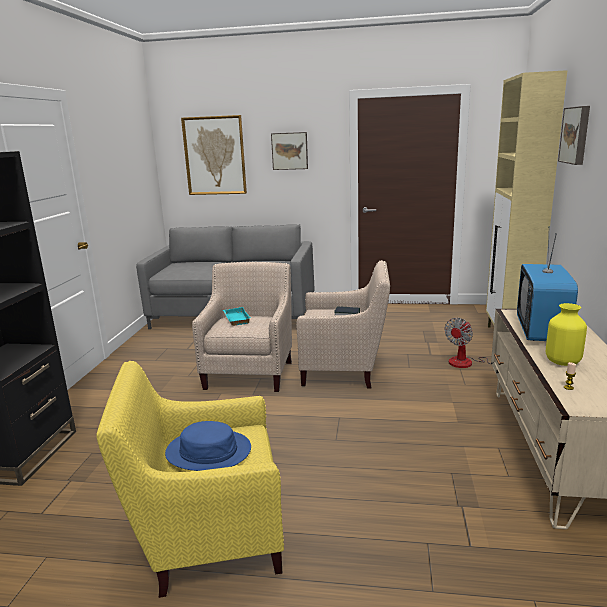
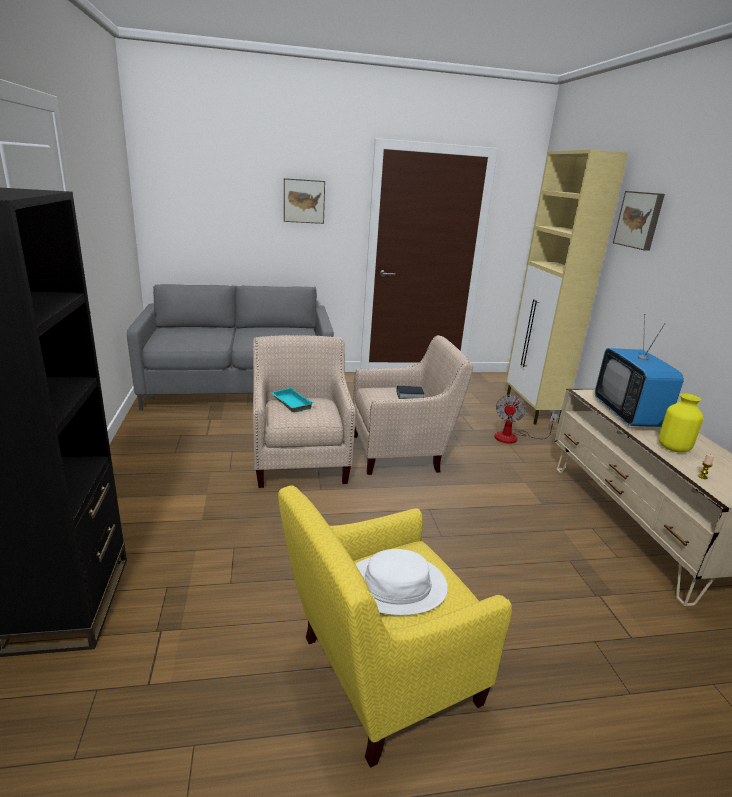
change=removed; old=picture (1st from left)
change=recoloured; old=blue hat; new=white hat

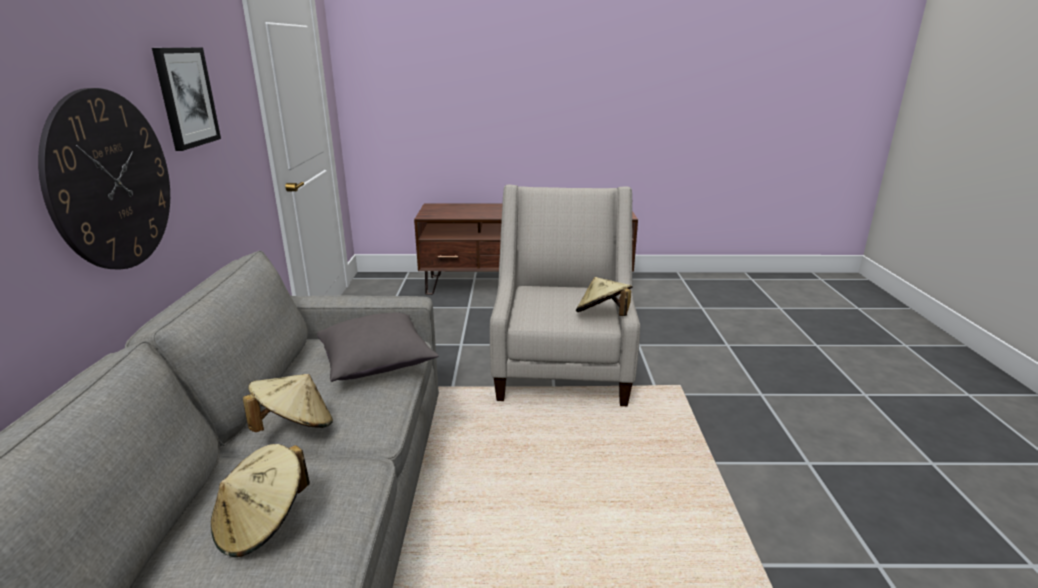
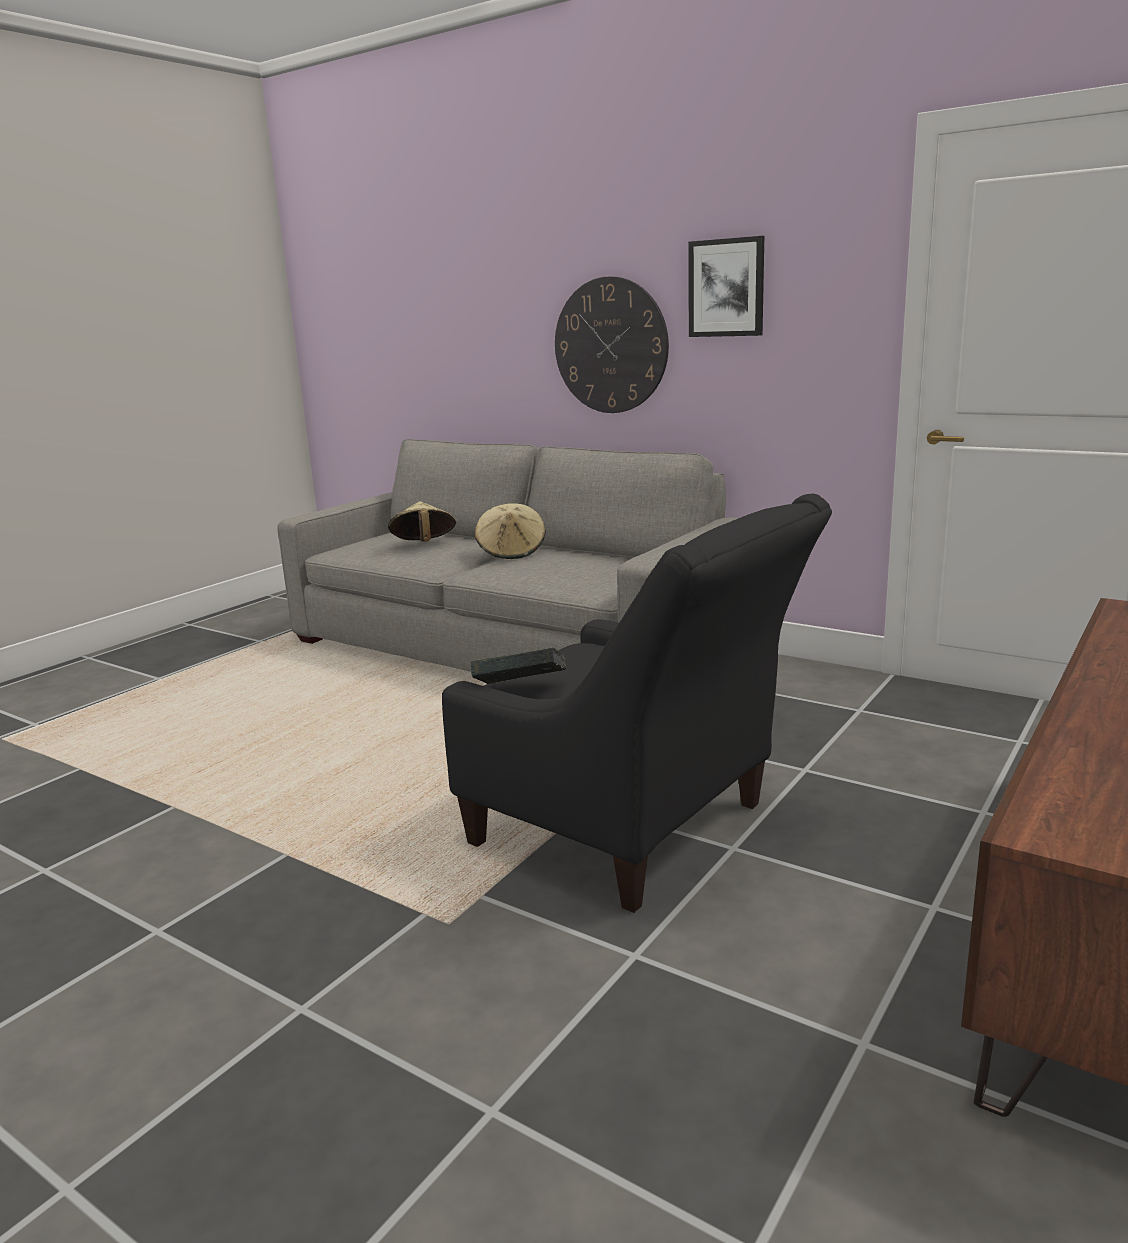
change=removed; old=grey pillow
change=replaced; old=beige hat (3rd from left); new=book
change=recoloured; old=beige armchair; new=black armchair

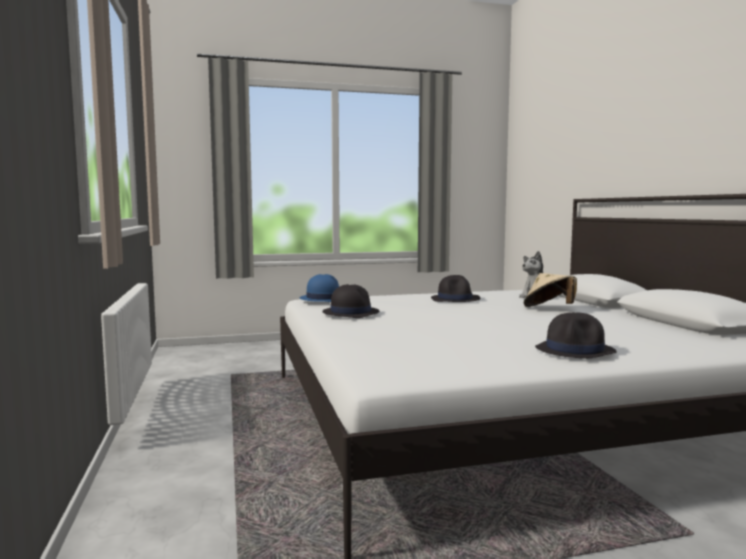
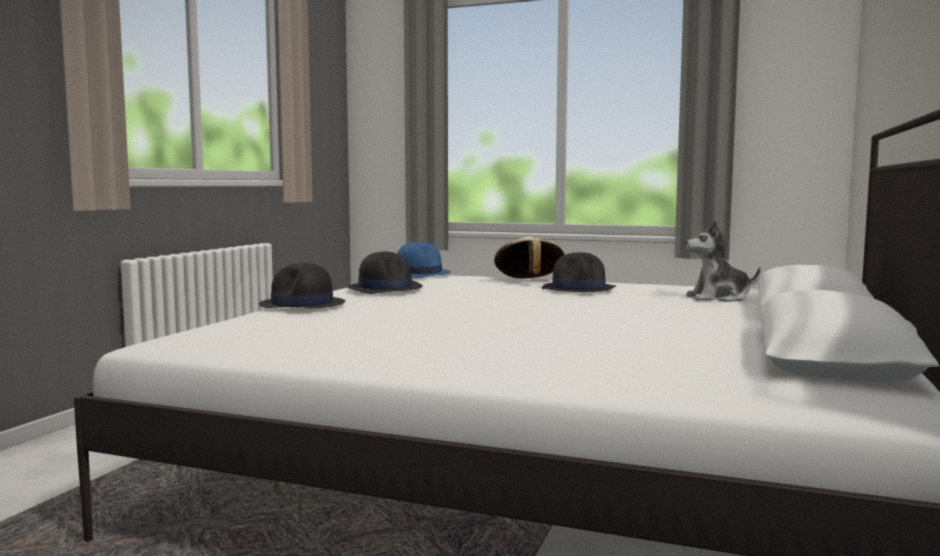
change=moved; old=beige hat
change=moved; old=black hat (3rd from left in the first image); new=black hat (1st from left)

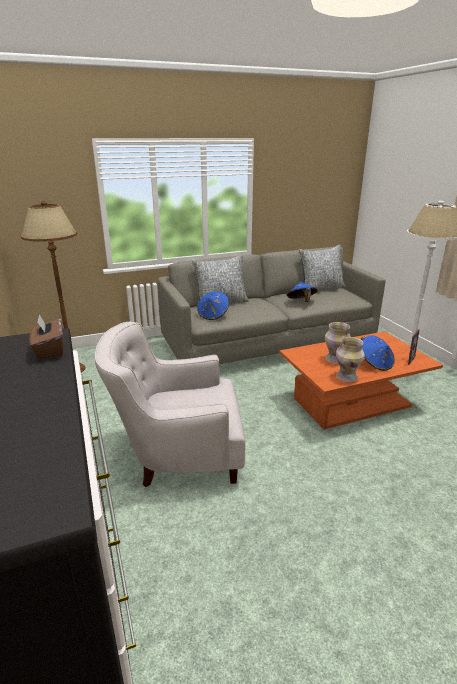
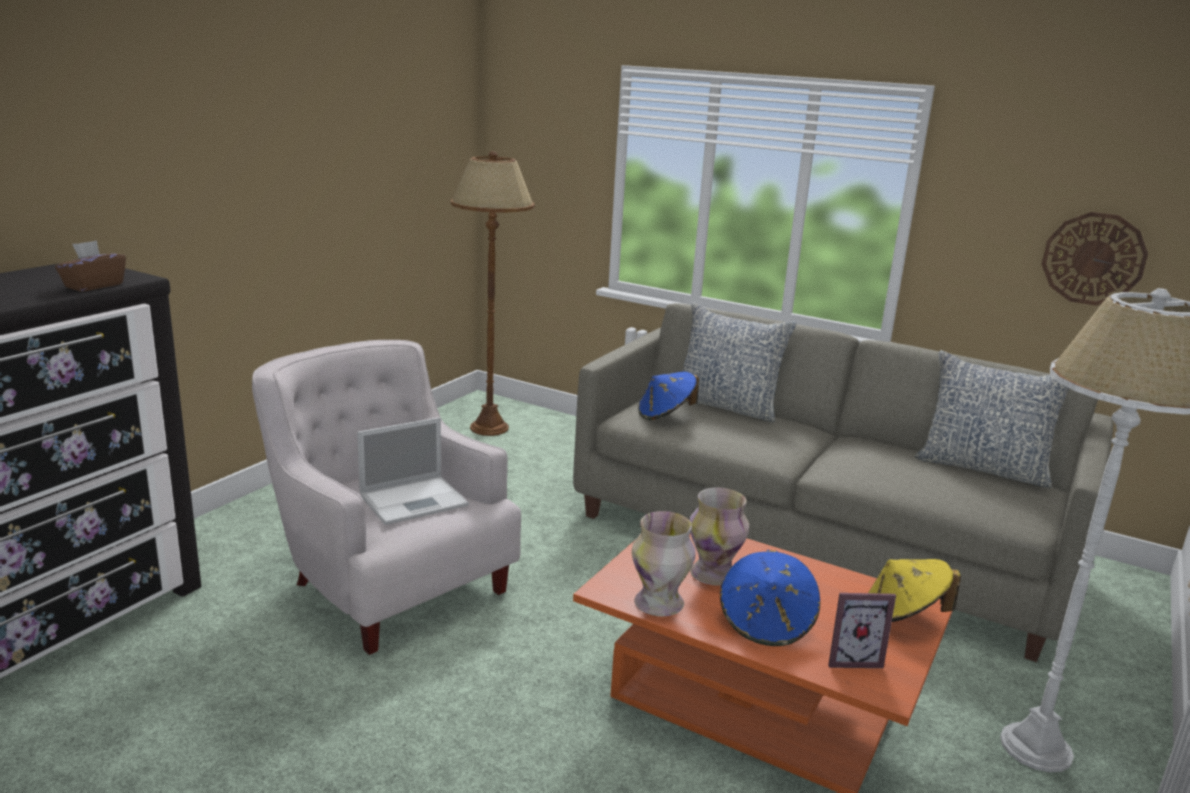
change=removed; old=blue hat (2nd from left)
change=added; new=laptop
change=added; new=yellow hat
change=added; new=wall clock

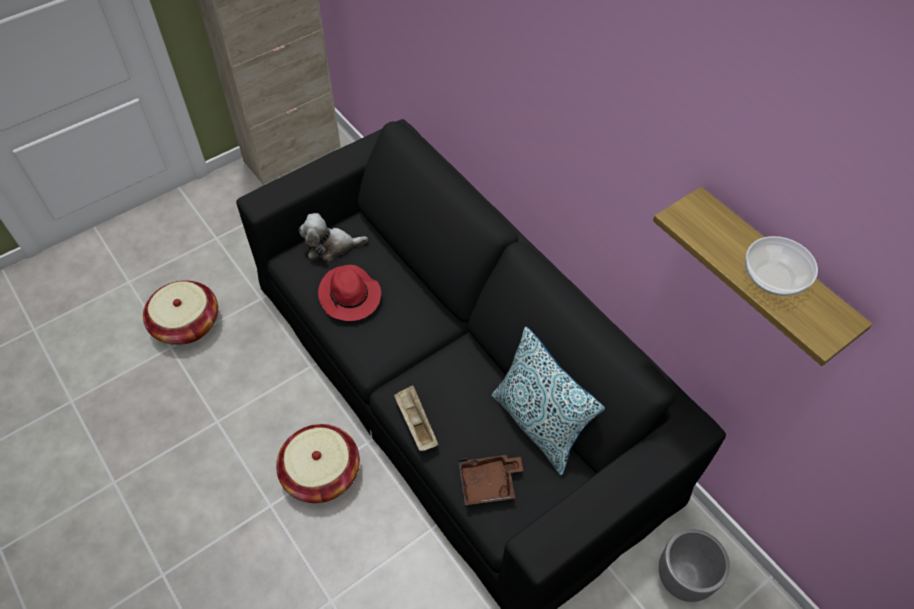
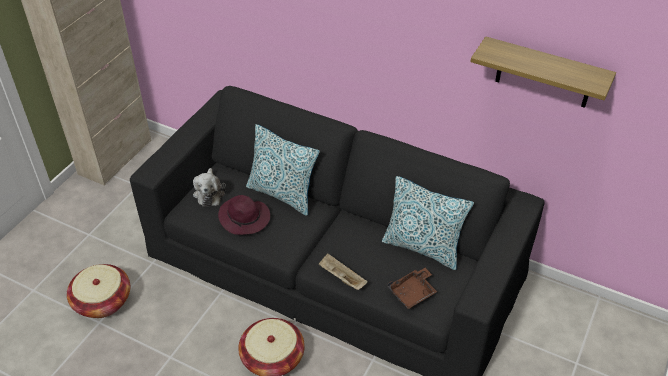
change=removed; old=grey planter
change=removed; old=bowl
change=added; new=pillow (1st from left)
change=recoloured; old=red hat; new=purple hat
change=turned; old=plush toy; degrees=-60

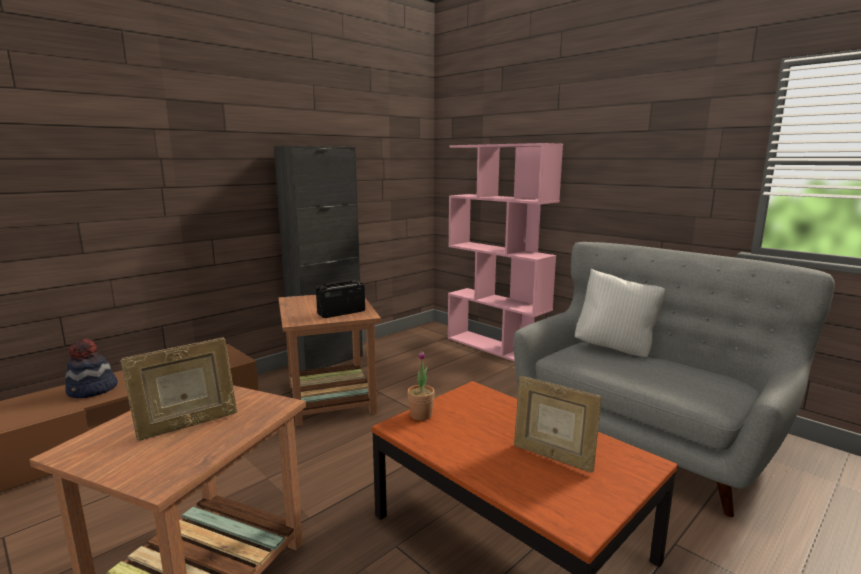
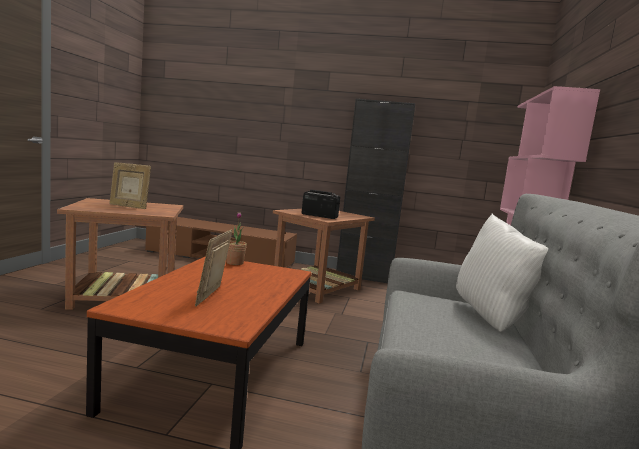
change=removed; old=hat

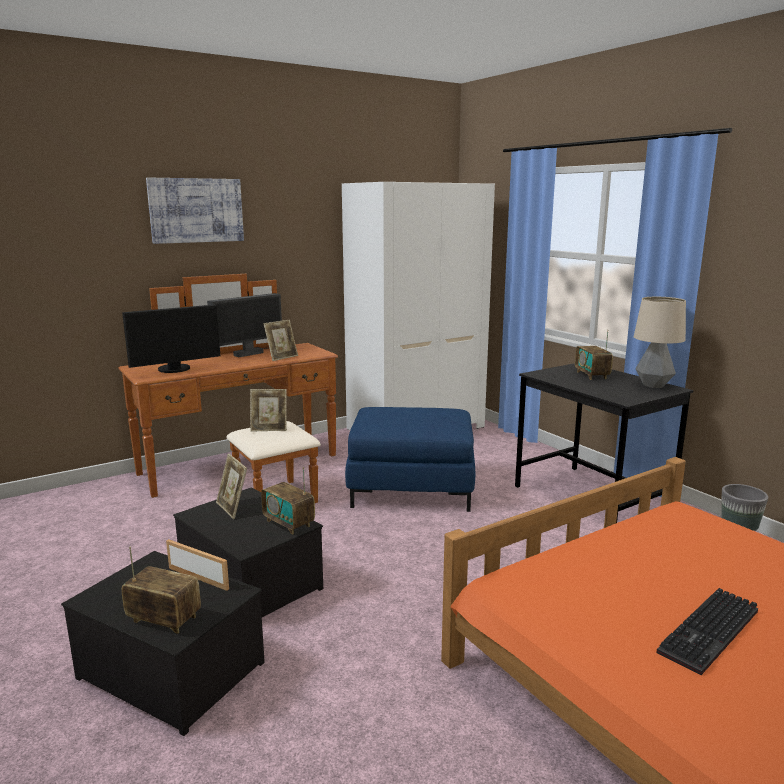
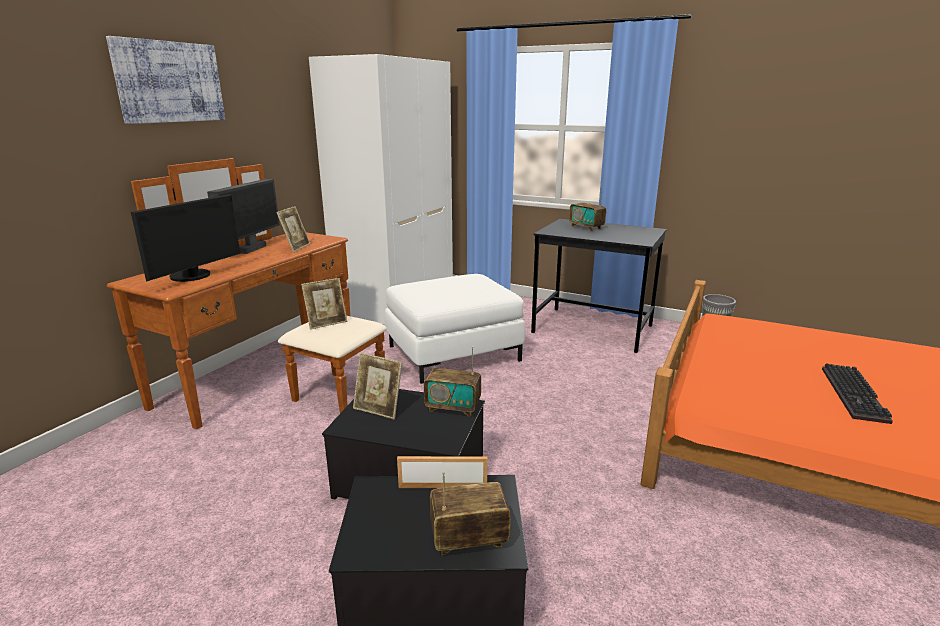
change=removed; old=table lamp
change=recoloured; old=blue ottoman; new=white ottoman

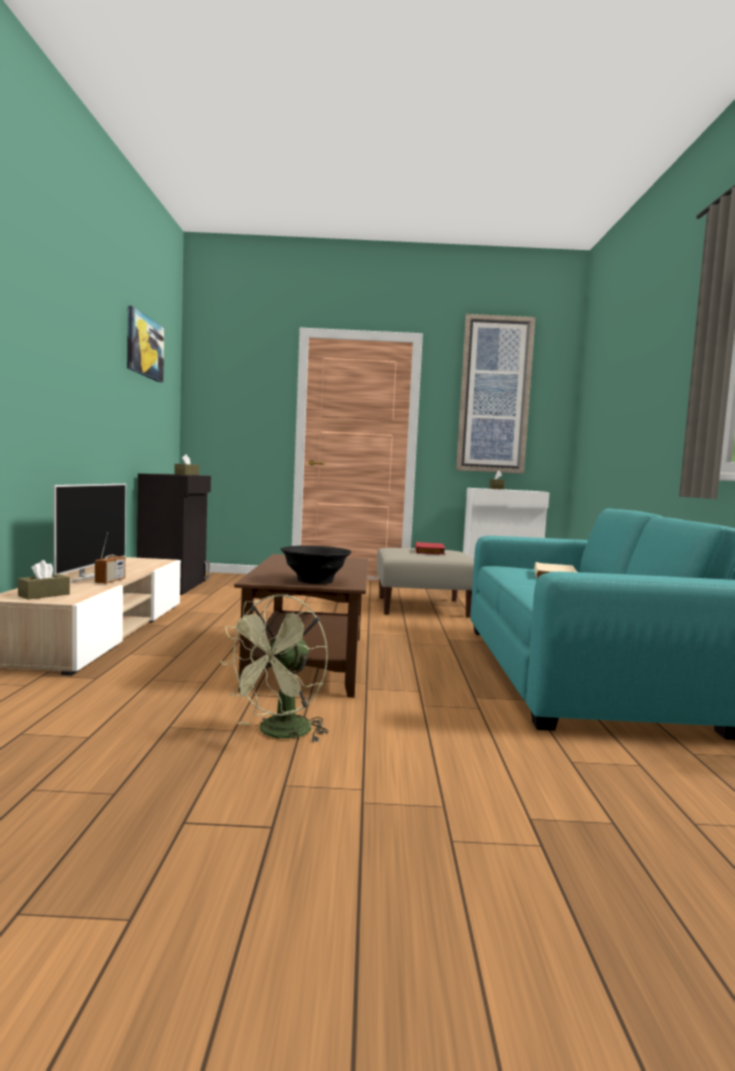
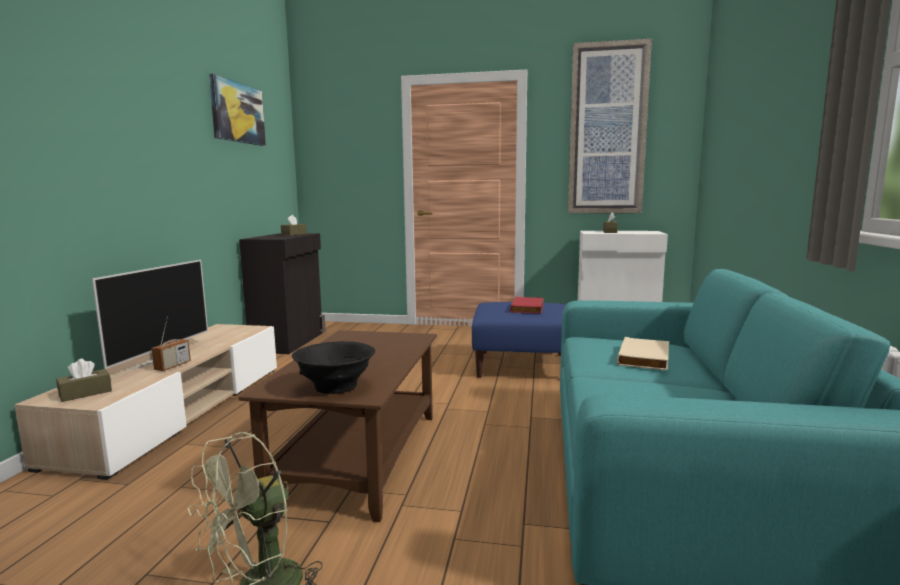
change=recoloured; old=beige ottoman; new=blue ottoman

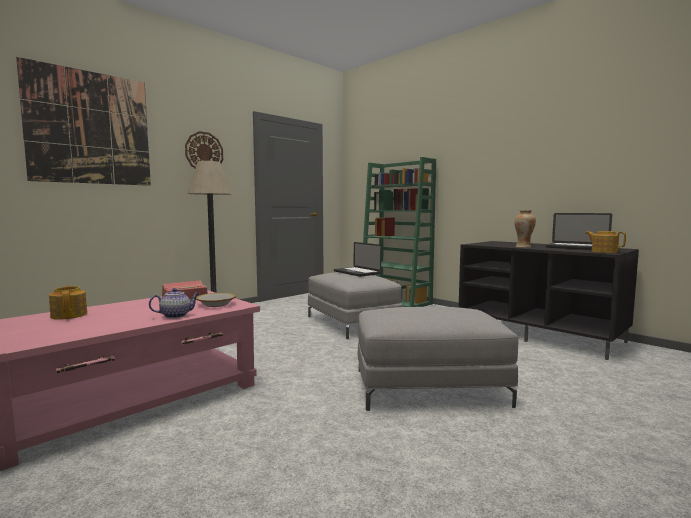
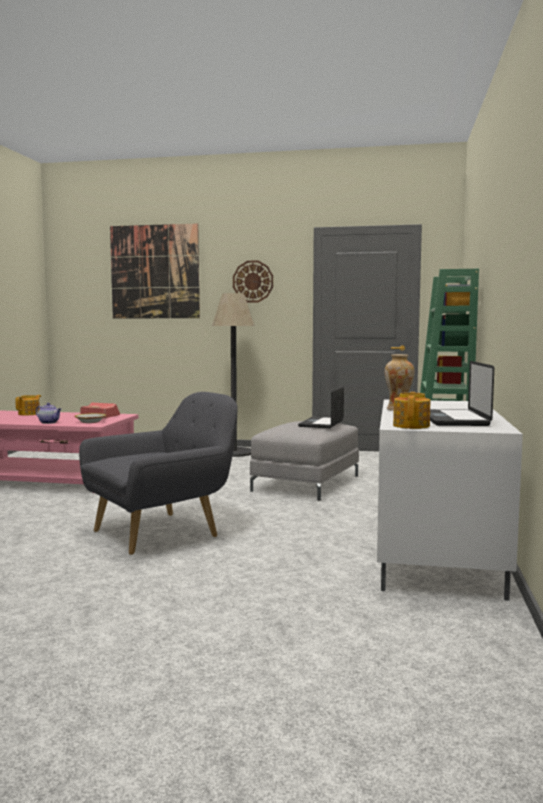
change=replaced; old=grey ottoman (2nd from left); new=grey armchair
change=recoloured; old=black tv stand; new=white tv stand

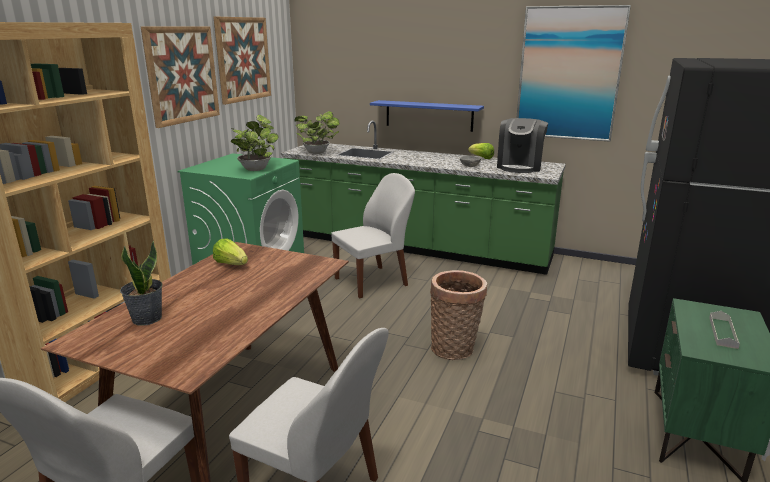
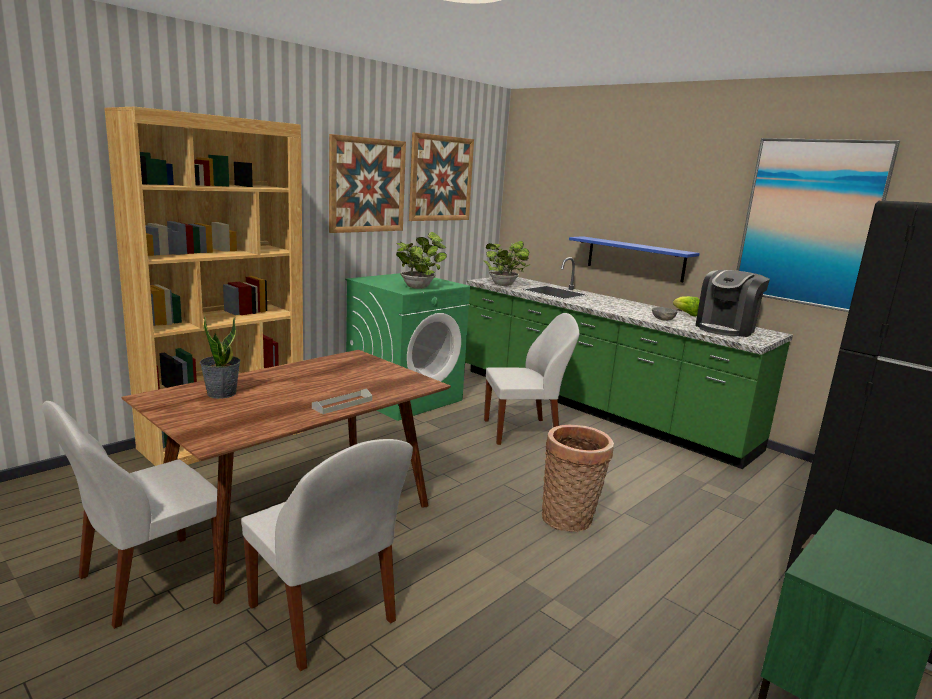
change=removed; old=lettuce (1st from left)
change=moved; old=grey tray

